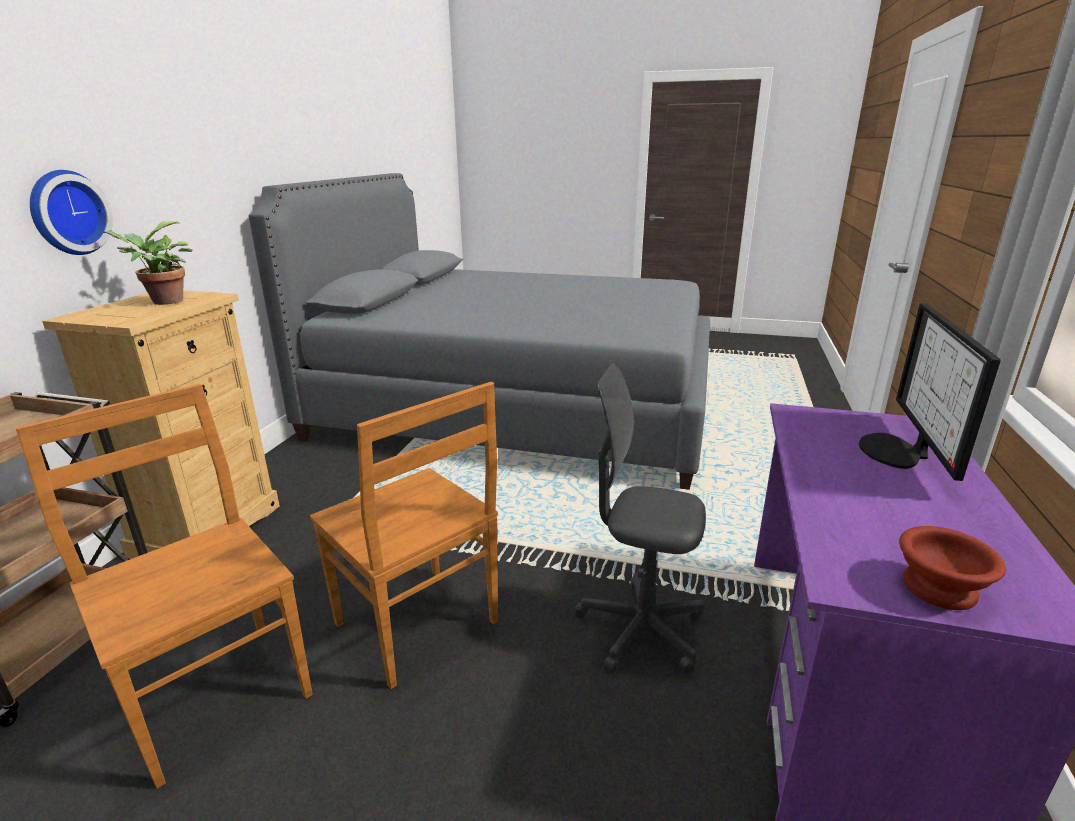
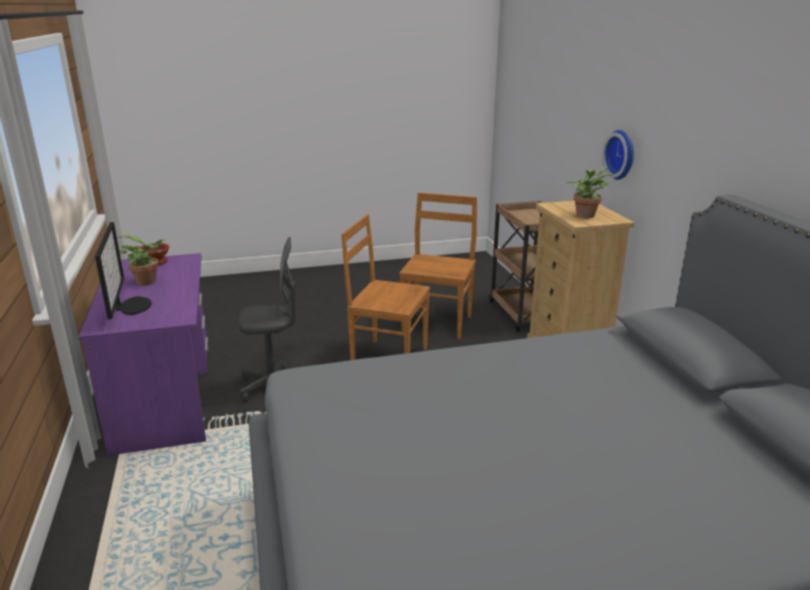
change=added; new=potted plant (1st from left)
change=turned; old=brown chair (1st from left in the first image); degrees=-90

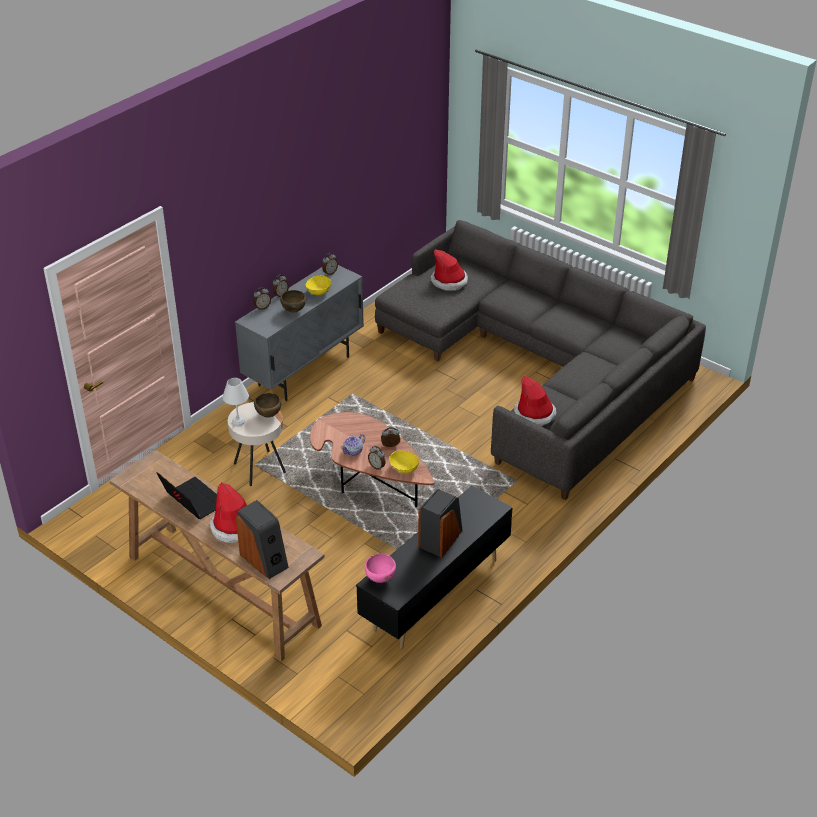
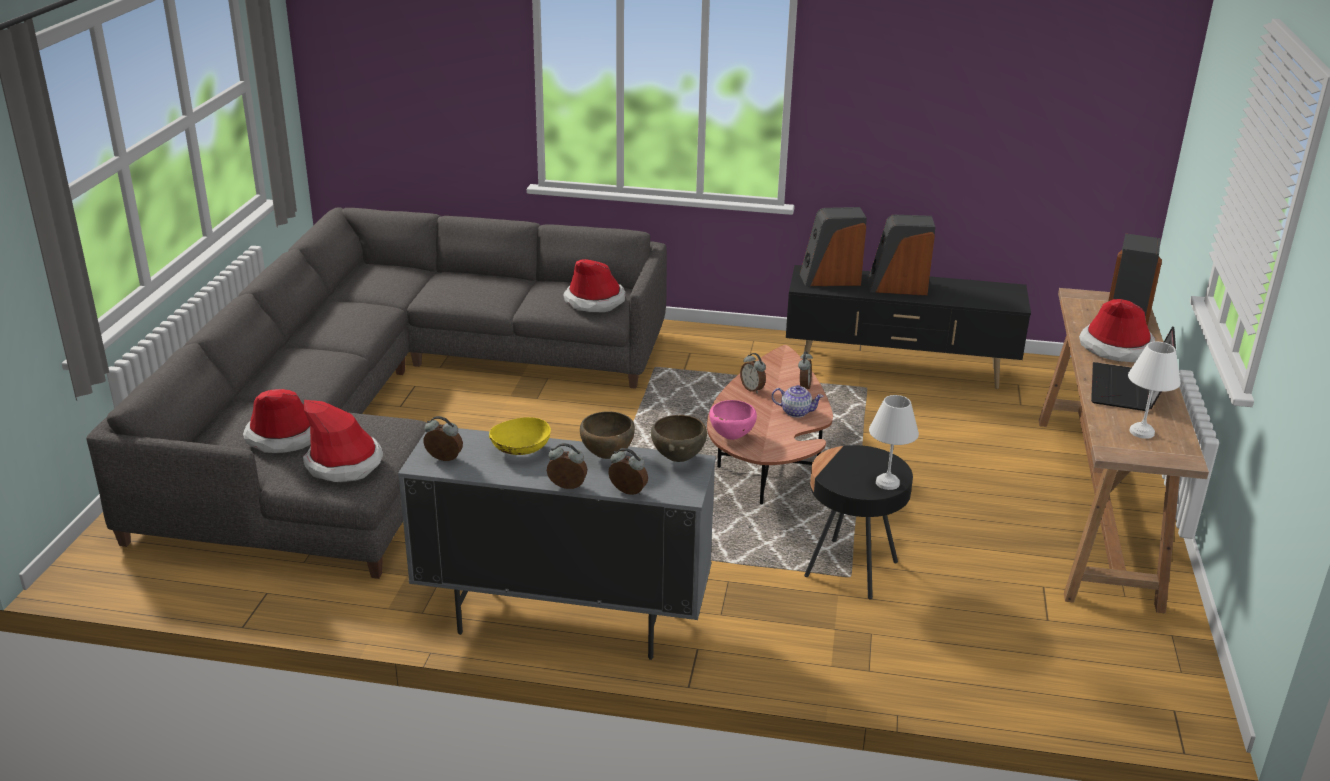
change=removed; old=yellow bowl (2nd from left)
change=added; new=hat (2nd from left)
change=added; new=speaker (1st from left)
change=added; new=white table lamp (2nd from left)
change=moved; old=brown bowl (1st from left in the first image); new=brown bowl (2nd from left)
change=moved; old=pink bowl
change=recoloured; old=beige side table; new=black side table

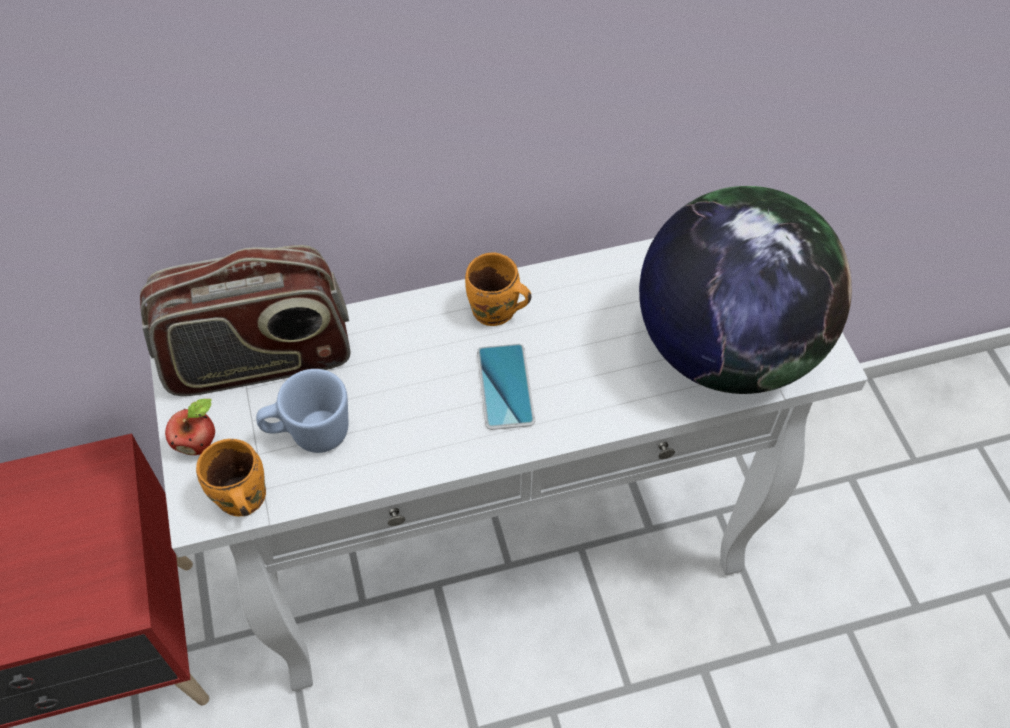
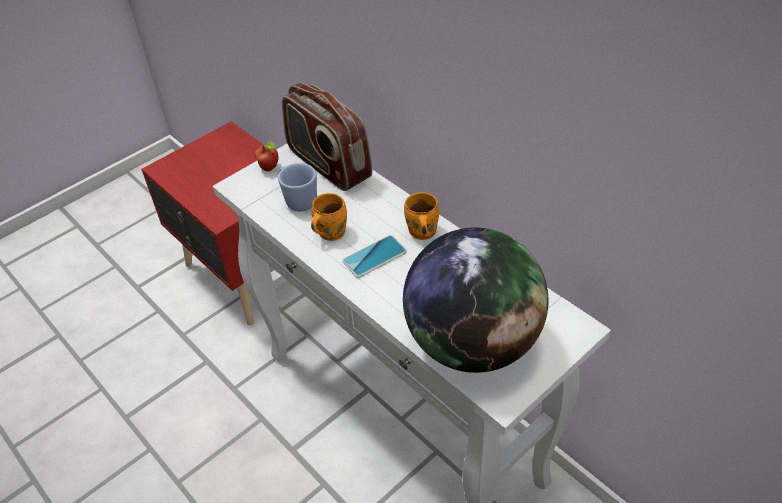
change=moved; old=orange mug (1st from left)

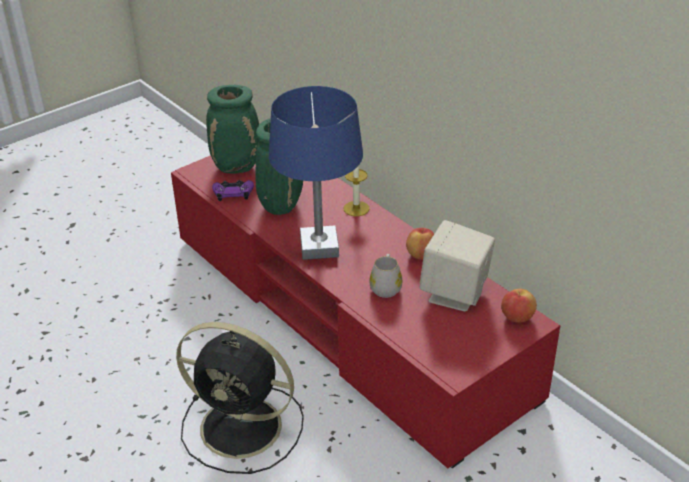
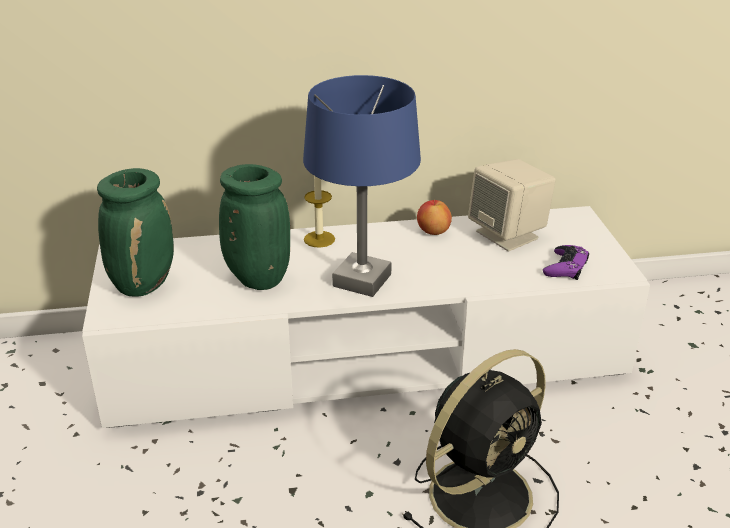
change=removed; old=white mug
change=removed; old=apple (2nd from left)
change=moved; old=purple game controller
change=recoloured; old=red tv stand; new=white tv stand

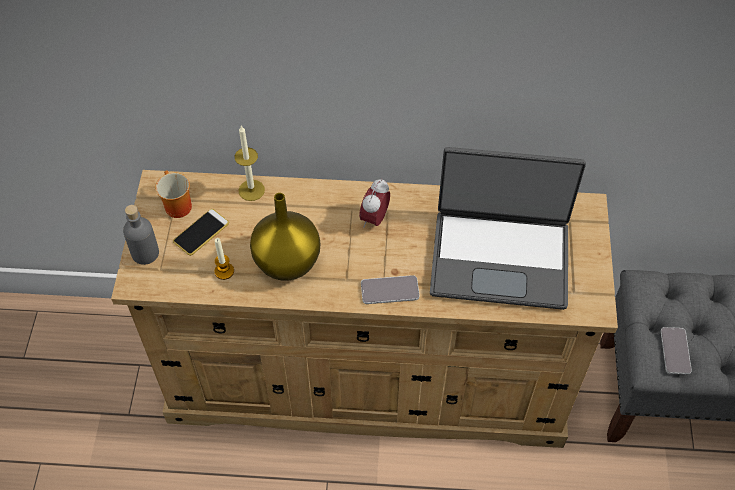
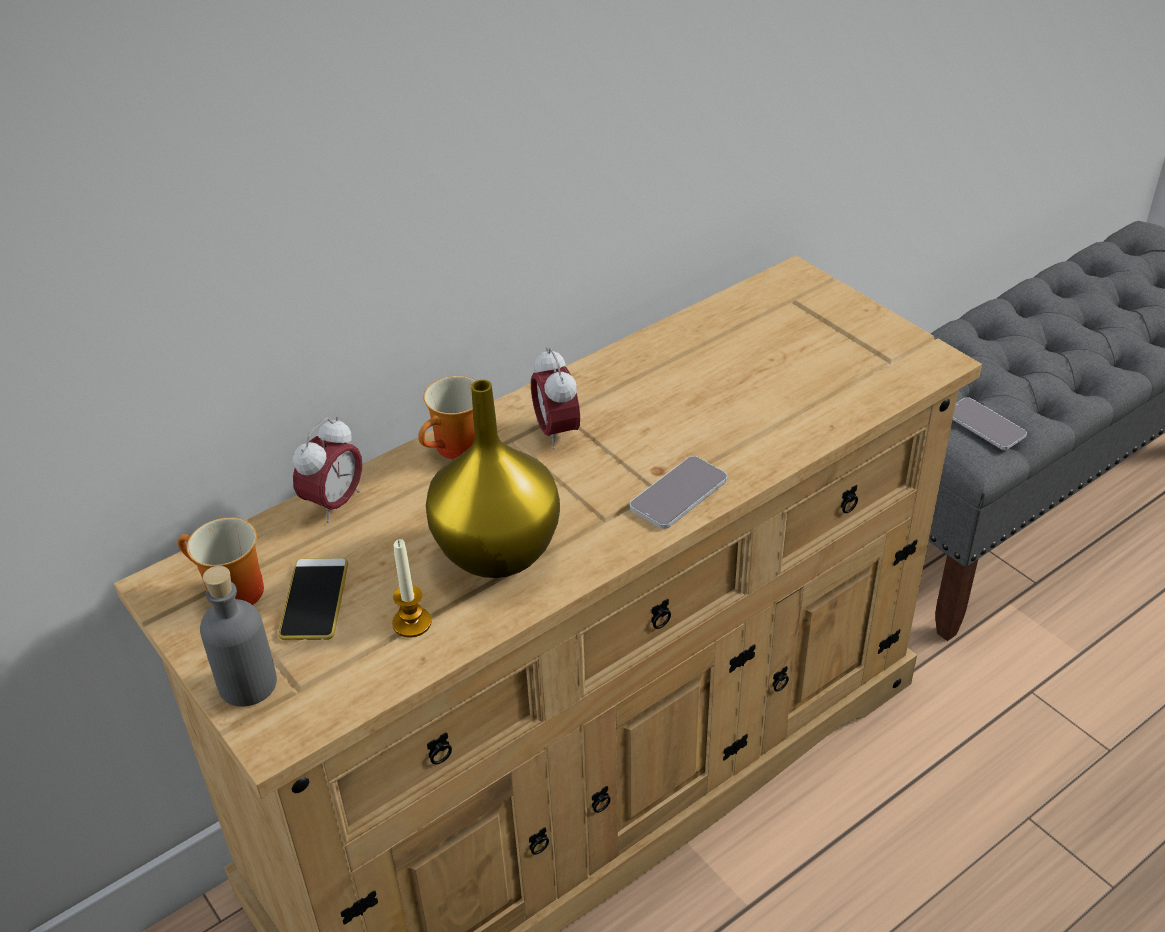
change=removed; old=laptop
change=added; new=mug (2nd from left)
change=replaced; old=candle (2nd from left); new=alarm clock (1st from left)

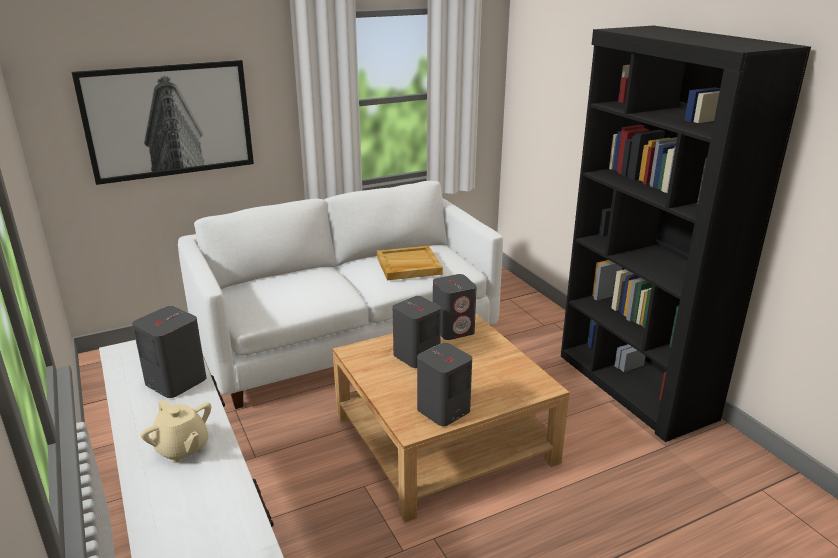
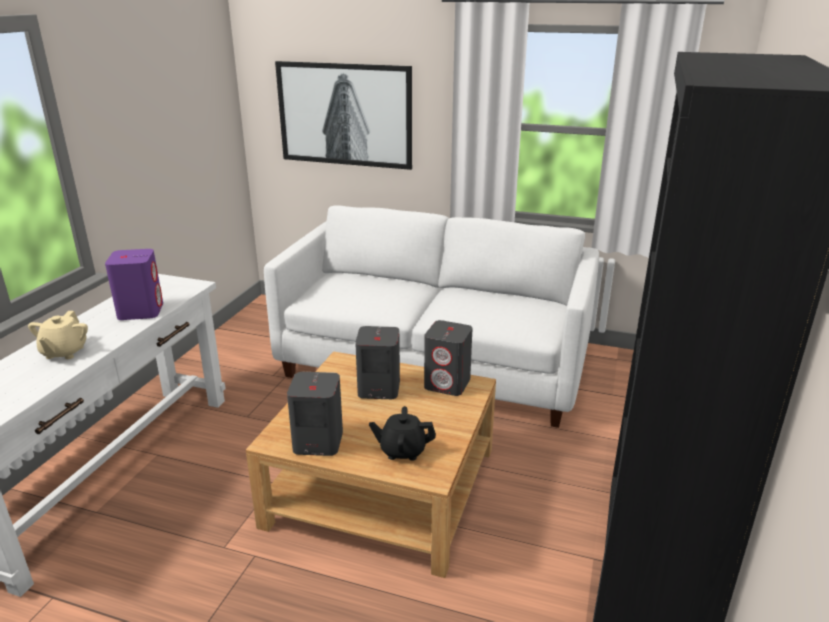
change=removed; old=beige tray
change=added; new=black teapot
change=recoloured; old=grey speaker (1st from left); new=purple speaker

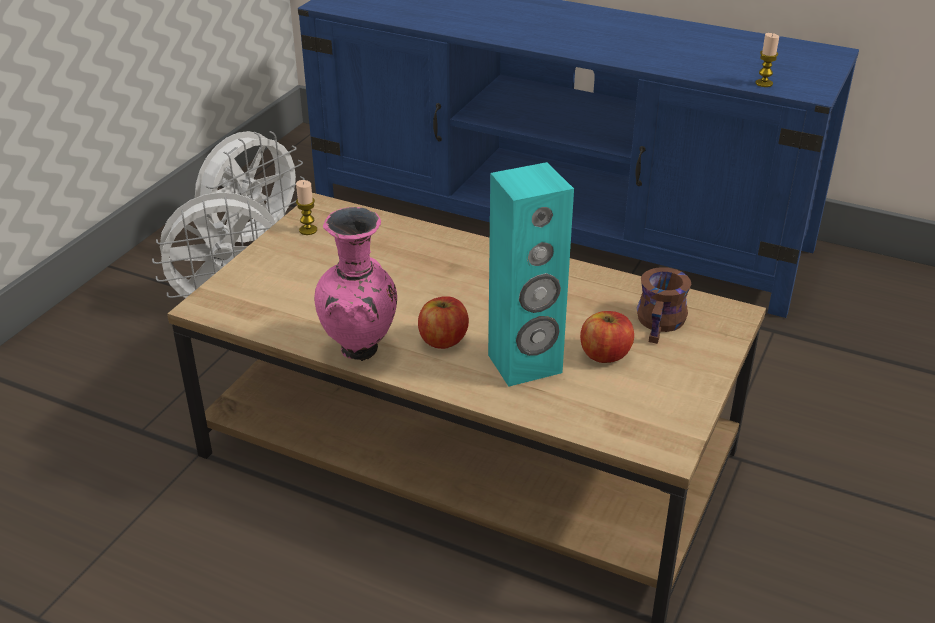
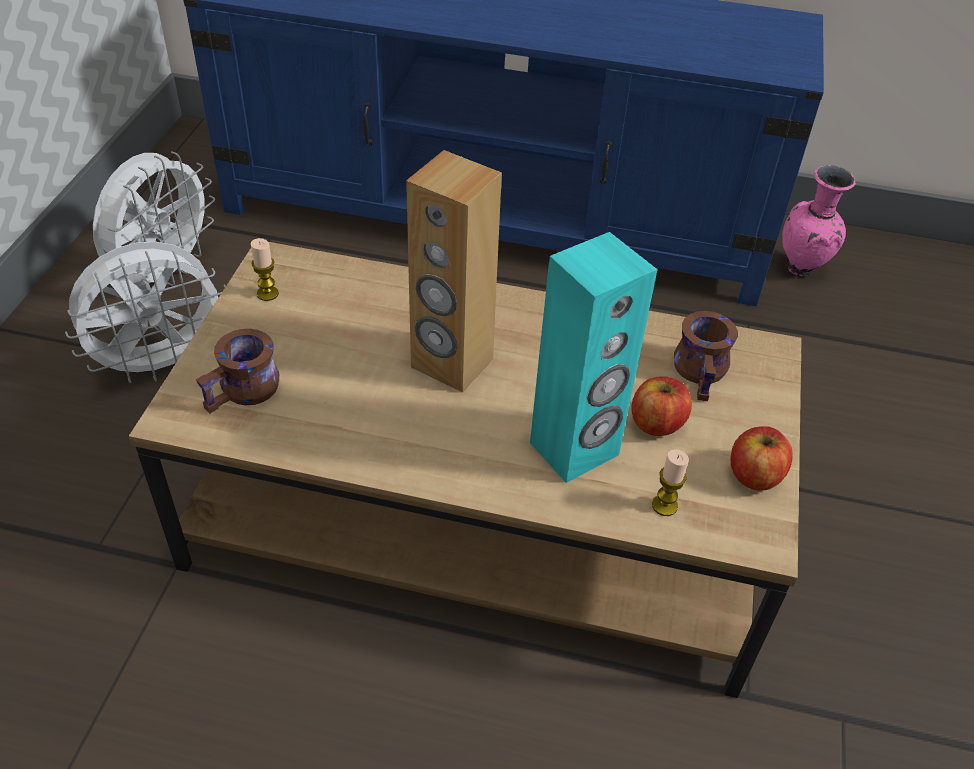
change=added; new=brown mug (1st from left)
change=added; new=brown speaker
change=moved; old=pink vase
change=moved; old=apple (1st from left in the first image); new=apple (2nd from left)
change=moved; old=candle (2nd from left)

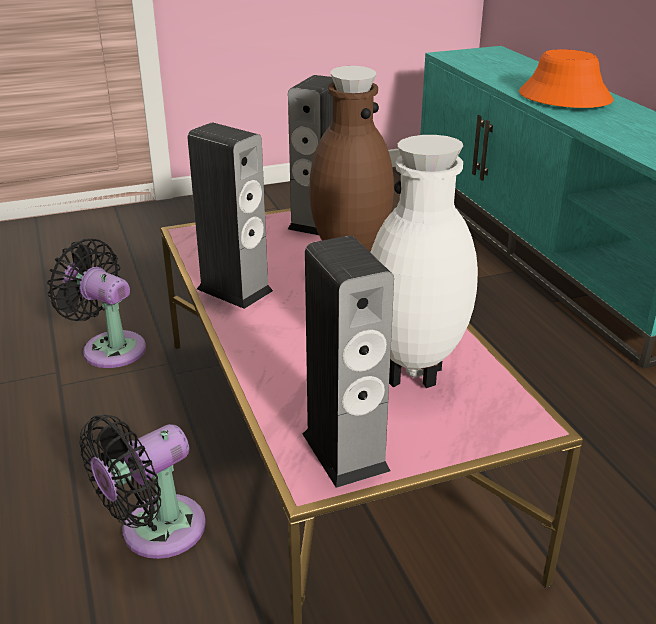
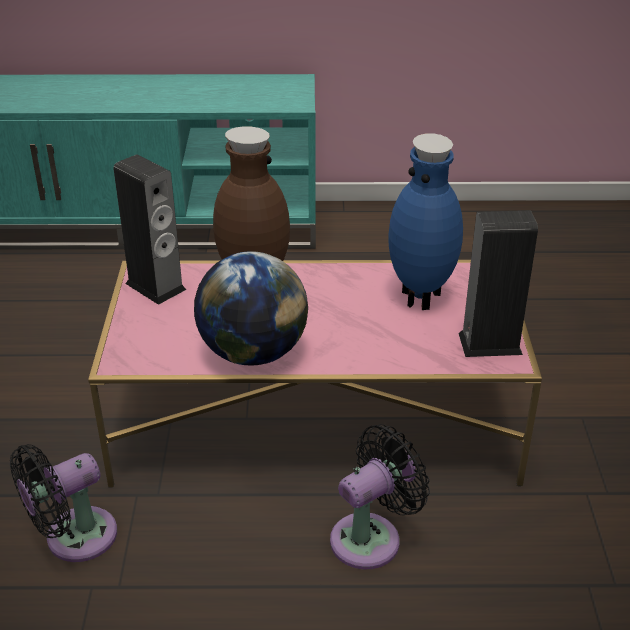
change=removed; old=orange hat
change=replaced; old=speaker (1st from left); new=globe
change=recoloured; old=white vase; new=blue vase
change=turned; old=black fan (2nd from left); degrees=-105

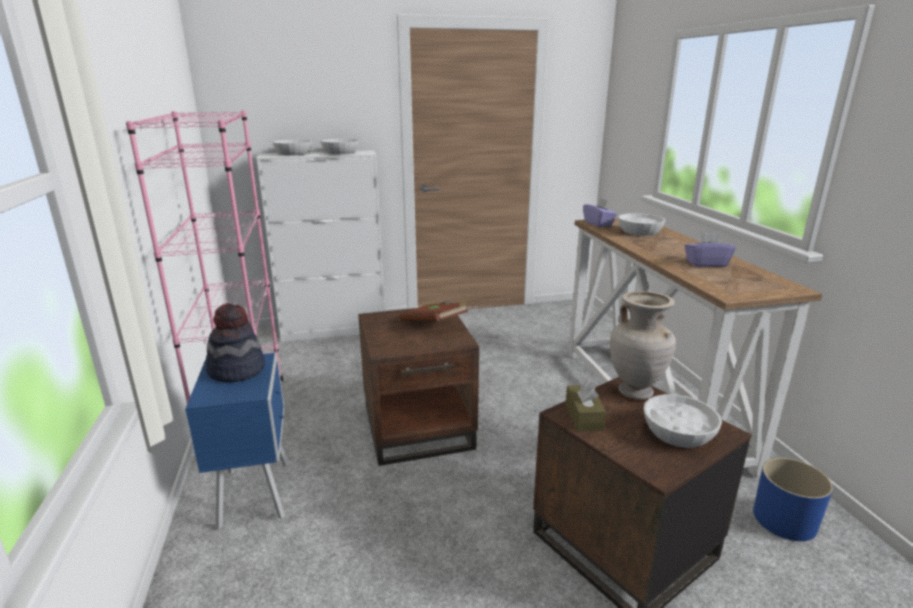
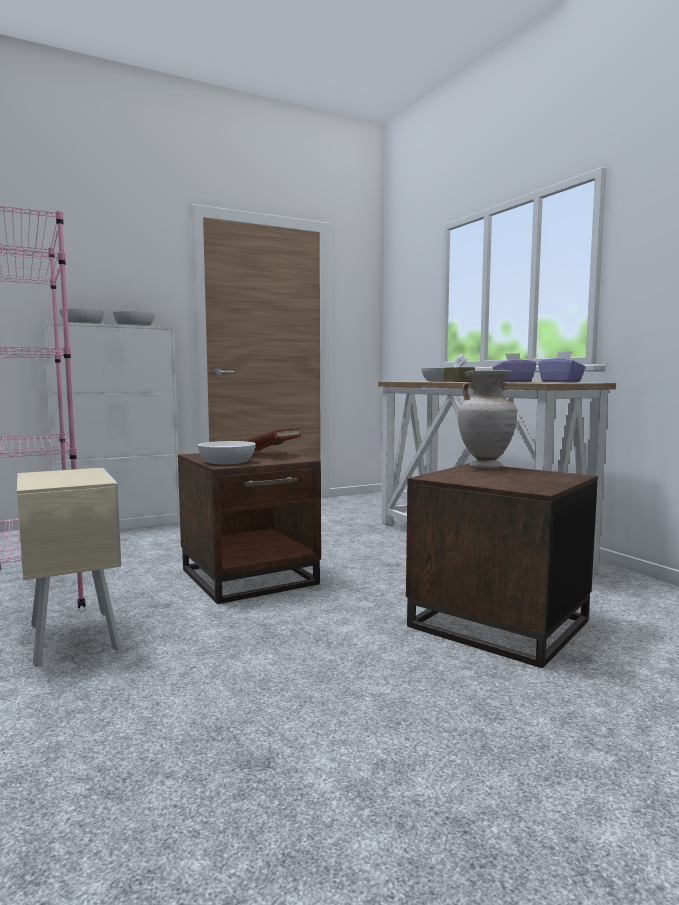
change=removed; old=hat
change=removed; old=blue planter
change=moved; old=brown tissue box
change=moved; old=purple tissue box (1st from left in the first image); new=purple tissue box (2nd from left)
change=moved; old=white bowl (4th from left in the first image); new=white bowl (3rd from left)
change=recoloured; old=blue nightstand; new=beige nightstand

